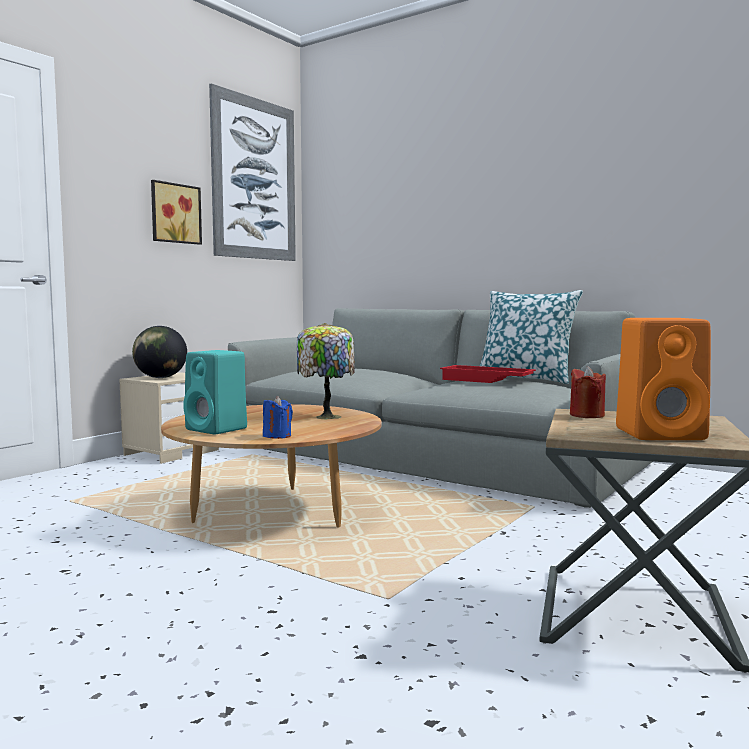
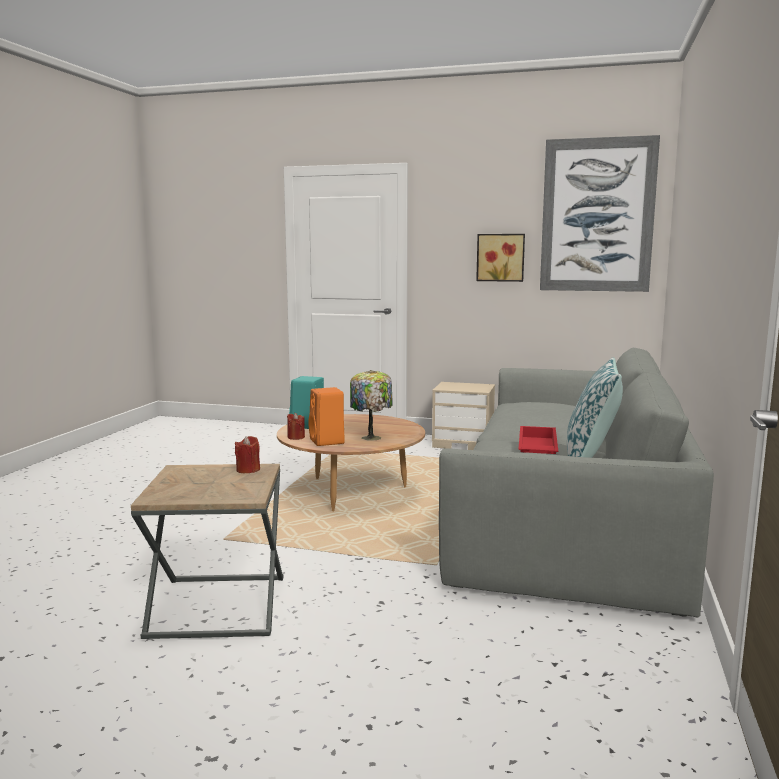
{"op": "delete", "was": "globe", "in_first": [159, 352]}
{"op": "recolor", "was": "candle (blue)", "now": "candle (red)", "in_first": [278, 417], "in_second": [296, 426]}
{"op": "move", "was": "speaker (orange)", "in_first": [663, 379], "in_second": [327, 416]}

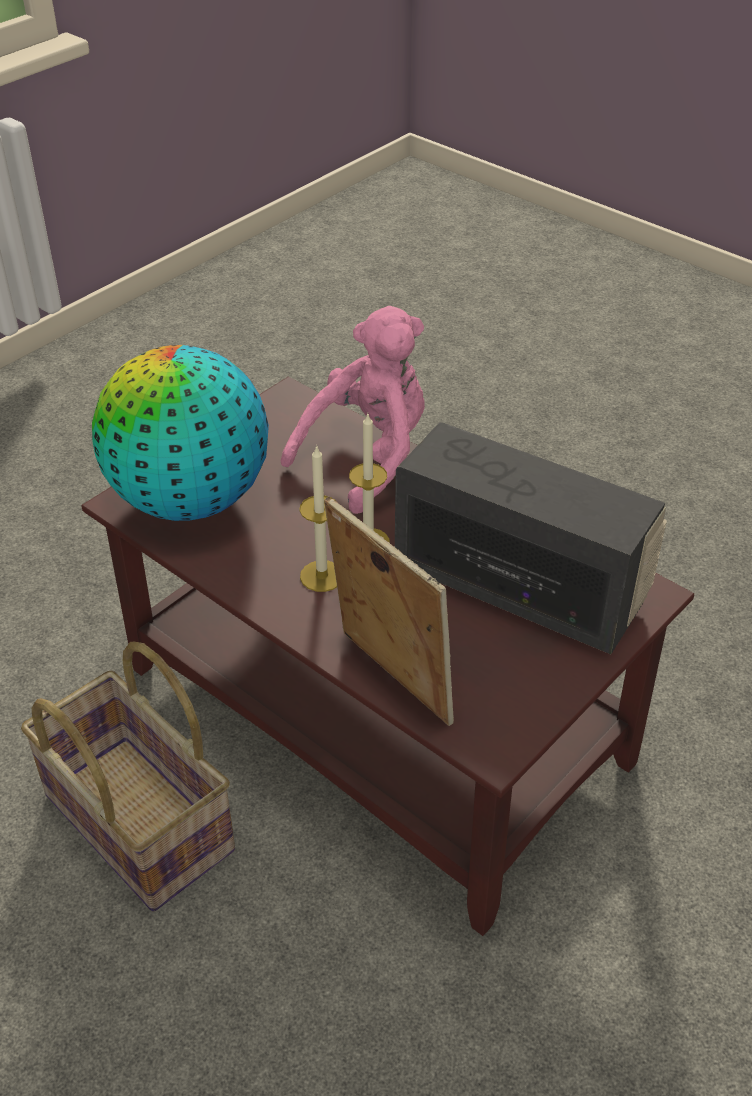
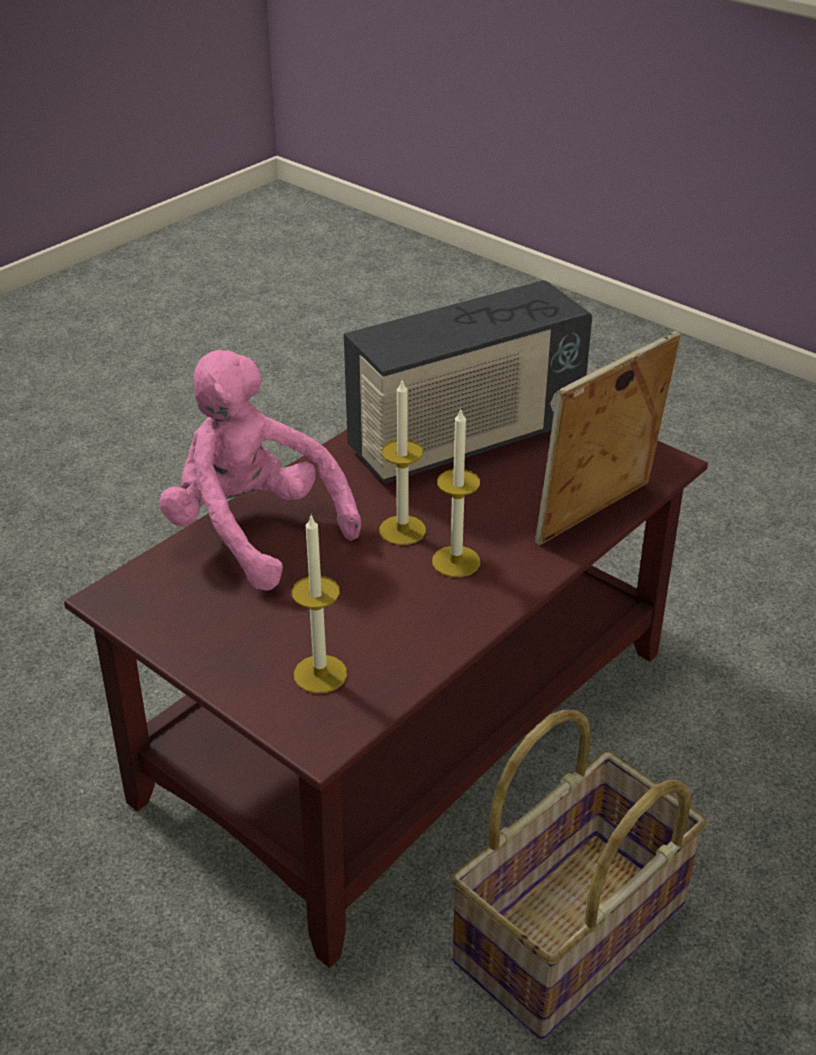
{"op": "replace", "was": "globe", "now": "candle", "in_first": [180, 433], "in_second": [319, 604]}
{"op": "rotate", "was": "radio", "in_first": [531, 538], "in_second": [468, 382], "clockwise": -150}

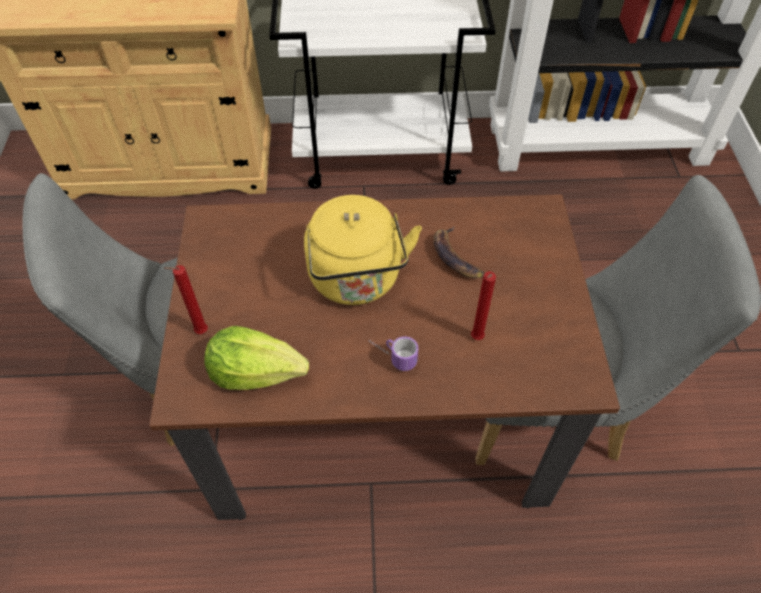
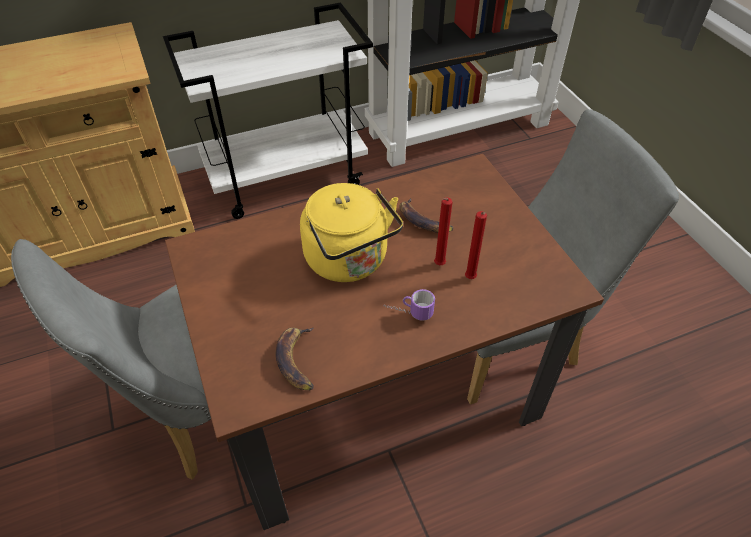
{"op": "move", "was": "candle (red)", "in_first": [186, 299], "in_second": [443, 231]}
{"op": "replace", "was": "lettuce", "now": "banana", "in_first": [256, 358], "in_second": [295, 358]}

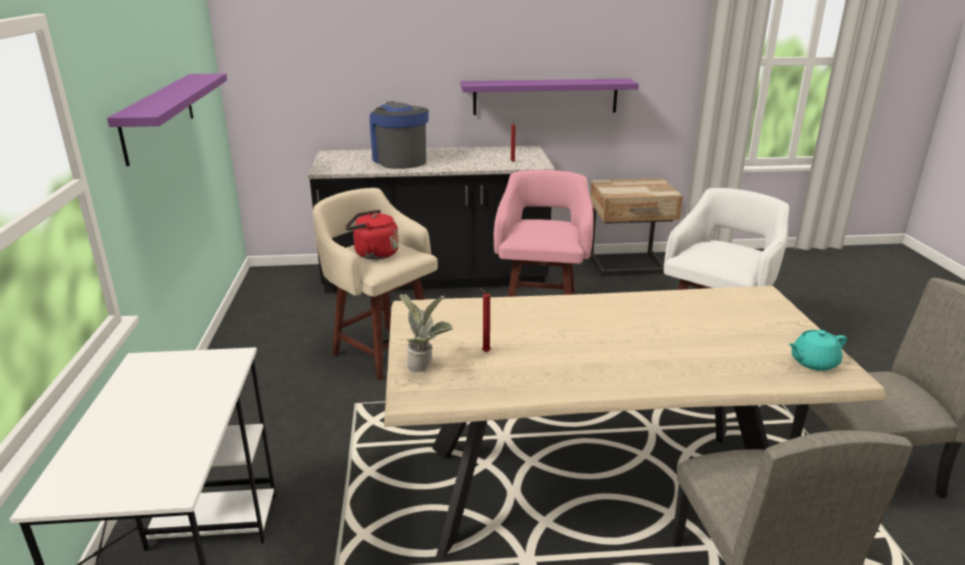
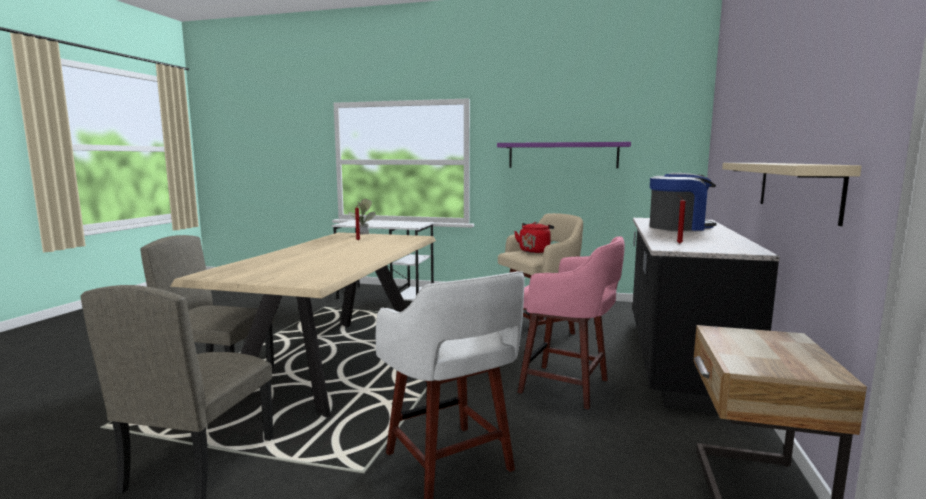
{"op": "recolor", "was": "shelf (purple)", "now": "shelf (beige)", "in_first": [550, 97], "in_second": [792, 194]}
{"op": "delete", "was": "teapot (turquoise)", "in_first": [817, 350]}

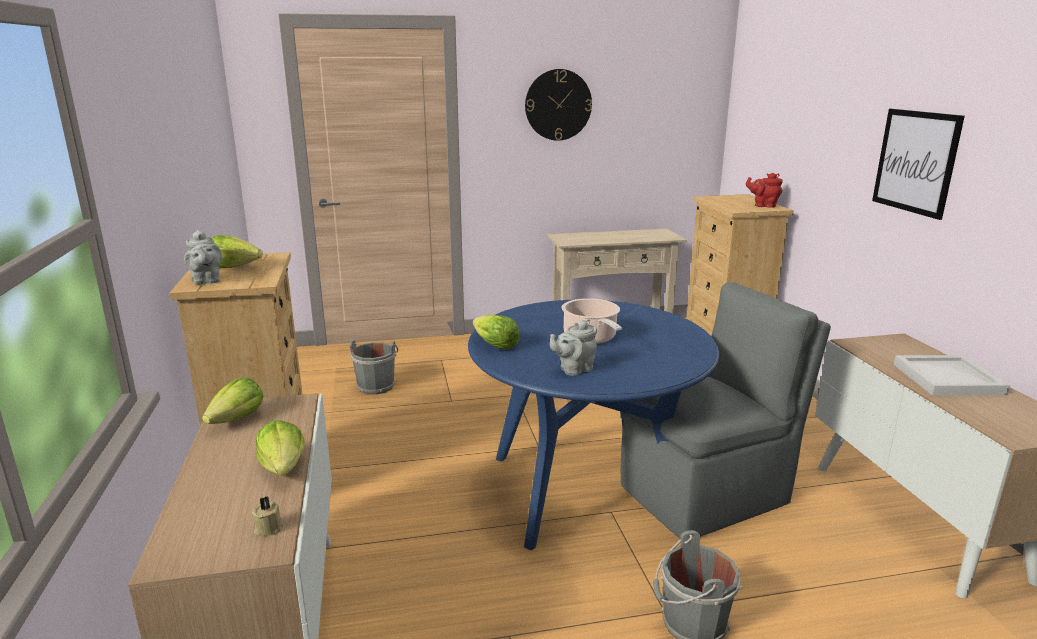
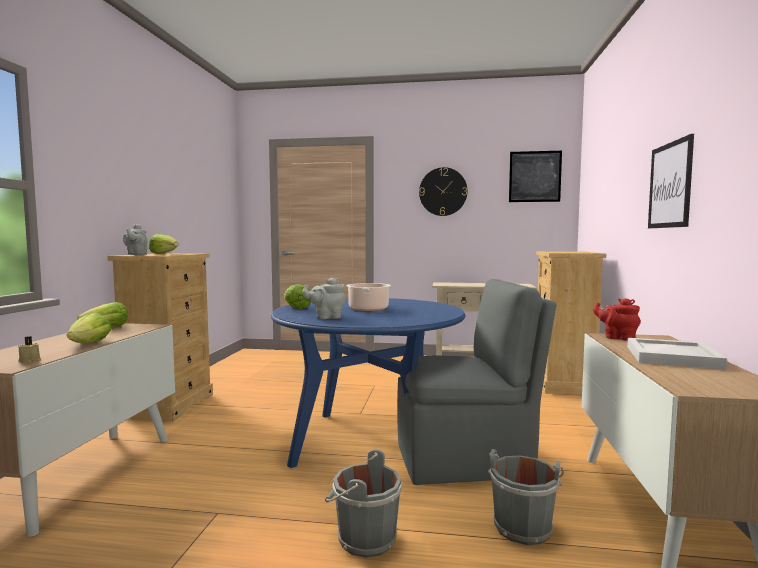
{"op": "move", "was": "bucket (grey)", "in_first": [374, 367], "in_second": [526, 497]}
{"op": "move", "was": "teapot (red)", "in_first": [764, 190], "in_second": [617, 319]}
{"op": "insert", "now": "picture", "in_second": [535, 176]}

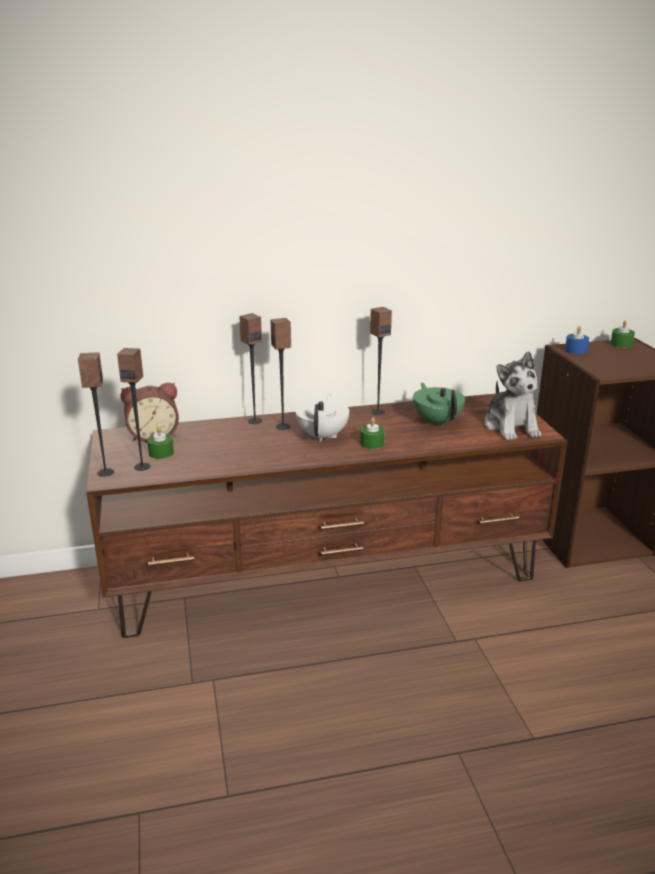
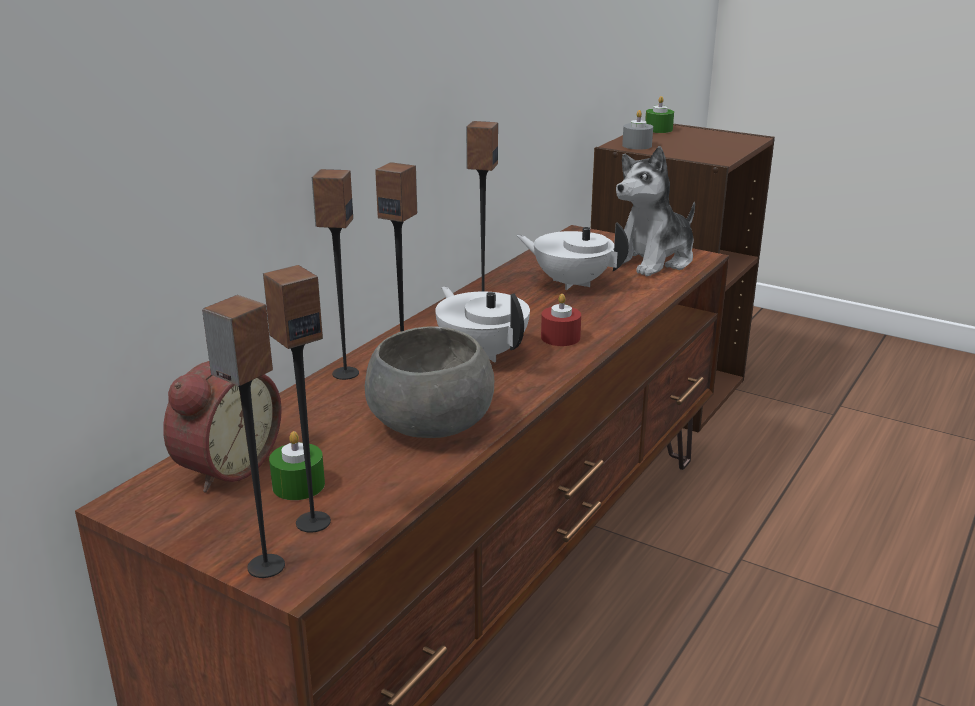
{"op": "recolor", "was": "candle (green)", "now": "candle (red)", "in_first": [372, 433], "in_second": [561, 320]}
{"op": "recolor", "was": "teapot (green)", "now": "teapot (white)", "in_first": [439, 405], "in_second": [572, 256]}
{"op": "rotate", "was": "plush toy", "in_first": [513, 395], "in_second": [655, 211], "clockwise": 105}
{"op": "recolor", "was": "candle (blue)", "now": "candle (grey)", "in_first": [577, 340], "in_second": [637, 130]}
{"op": "insert", "now": "bowl (grey)", "in_second": [429, 382]}

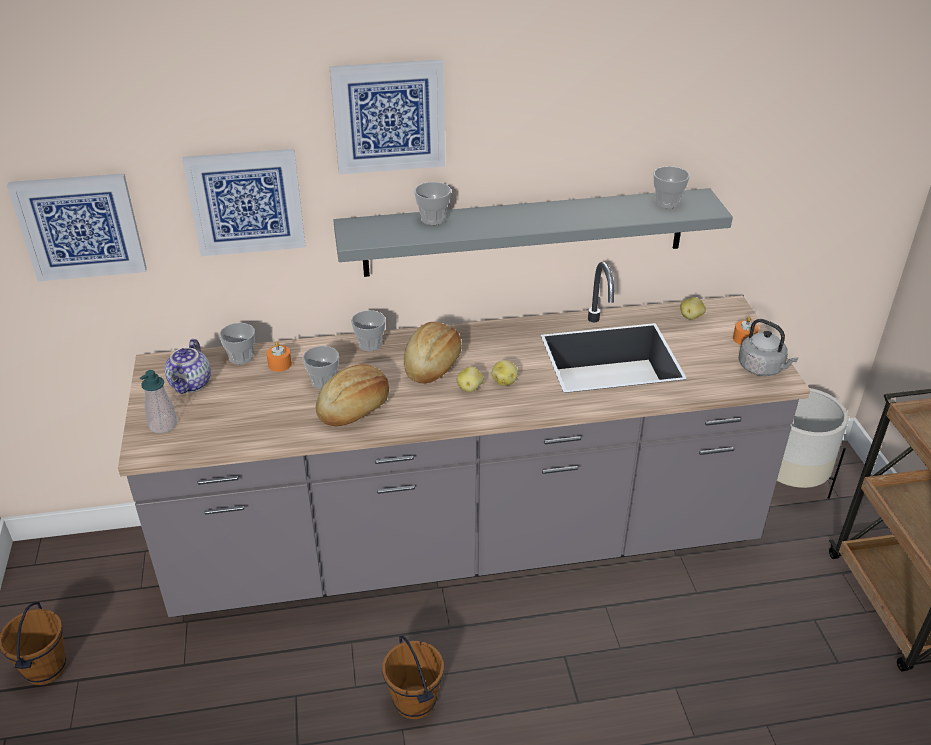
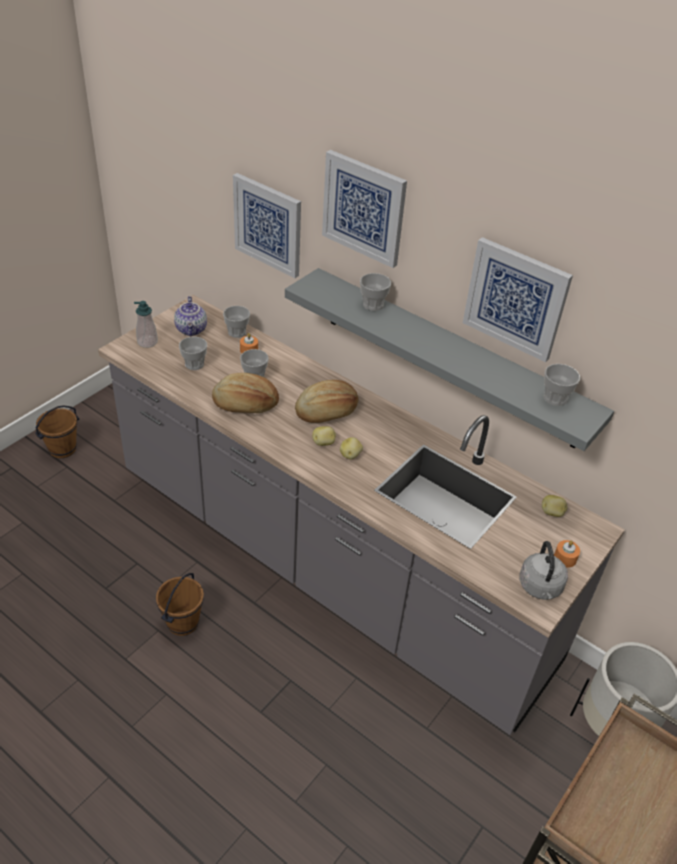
{"op": "move", "was": "picture", "in_first": [77, 227], "in_second": [518, 299]}
{"op": "rotate", "was": "teapot", "in_first": [188, 366], "in_second": [190, 316], "clockwise": -60}
{"op": "move", "was": "cup", "in_first": [368, 330], "in_second": [193, 353]}

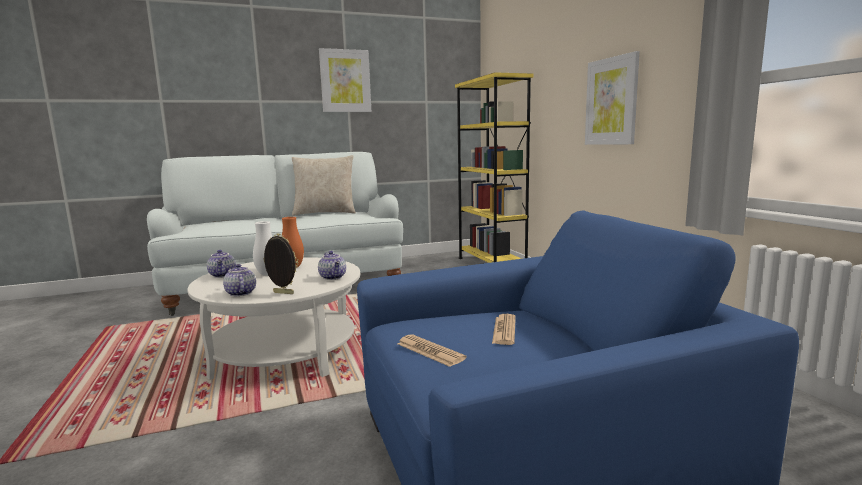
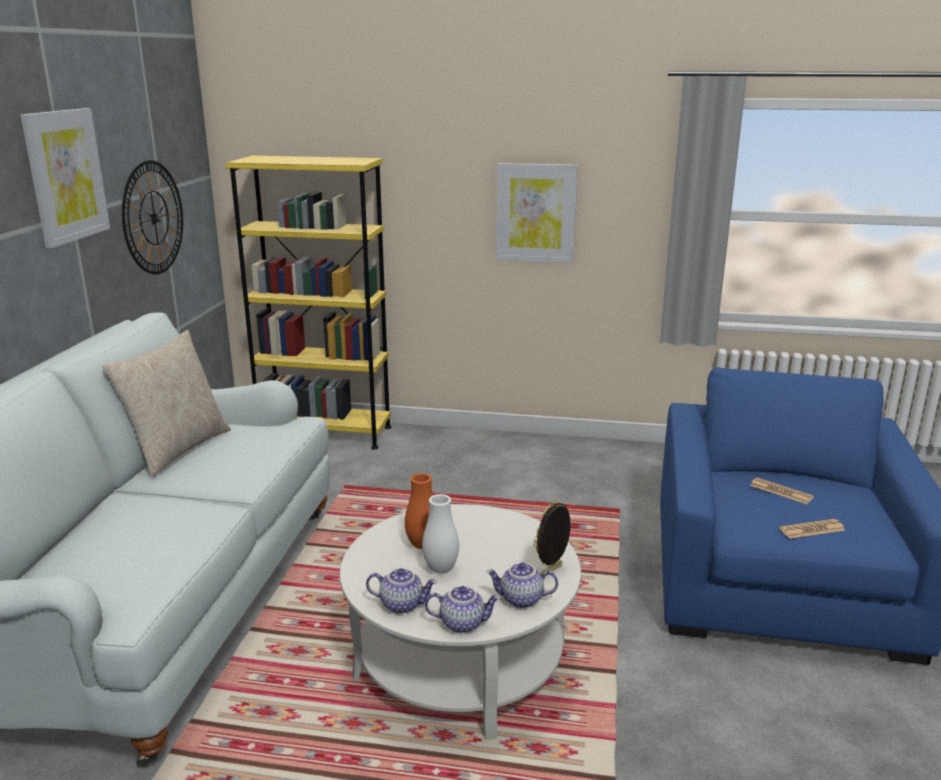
{"op": "move", "was": "teapot", "in_first": [332, 265], "in_second": [462, 609]}
{"op": "insert", "now": "wall clock", "in_second": [152, 217]}

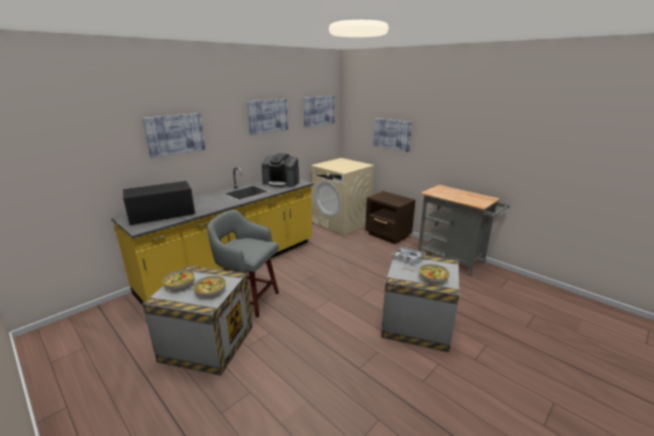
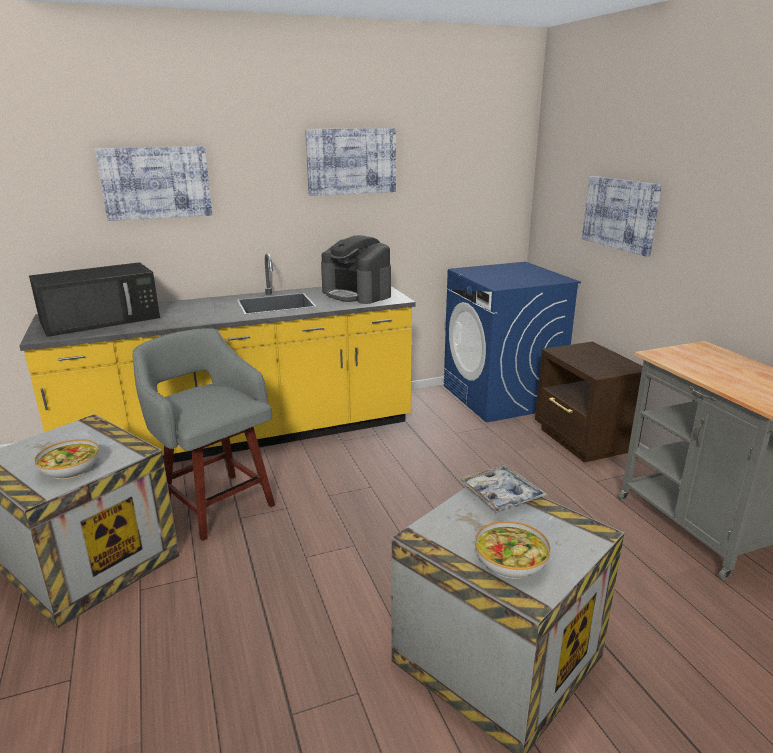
{"op": "rotate", "was": "microwave (black)", "in_first": [159, 203], "in_second": [94, 299], "clockwise": 150}
{"op": "delete", "was": "bowl", "in_first": [179, 280]}
{"op": "delete", "was": "picture", "in_first": [319, 111]}
{"op": "recolor", "was": "washing machine (beige)", "now": "washing machine (blue)", "in_first": [343, 196], "in_second": [512, 342]}

